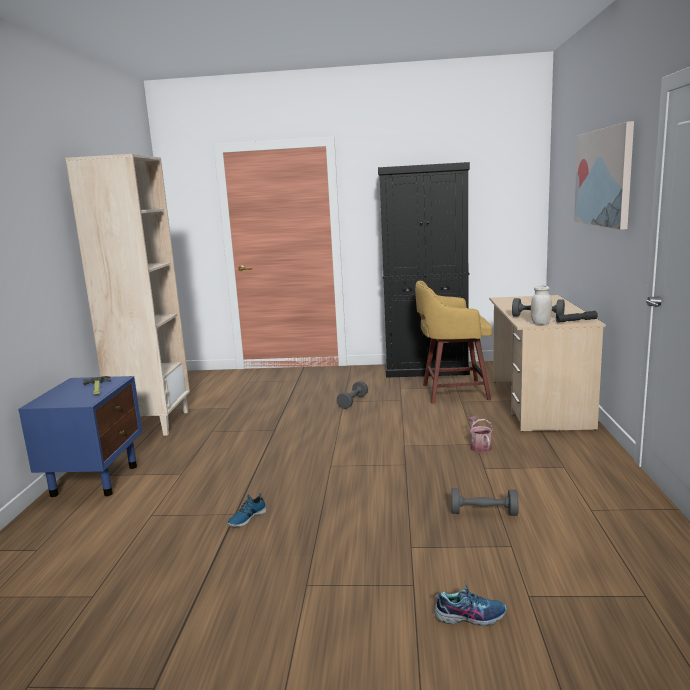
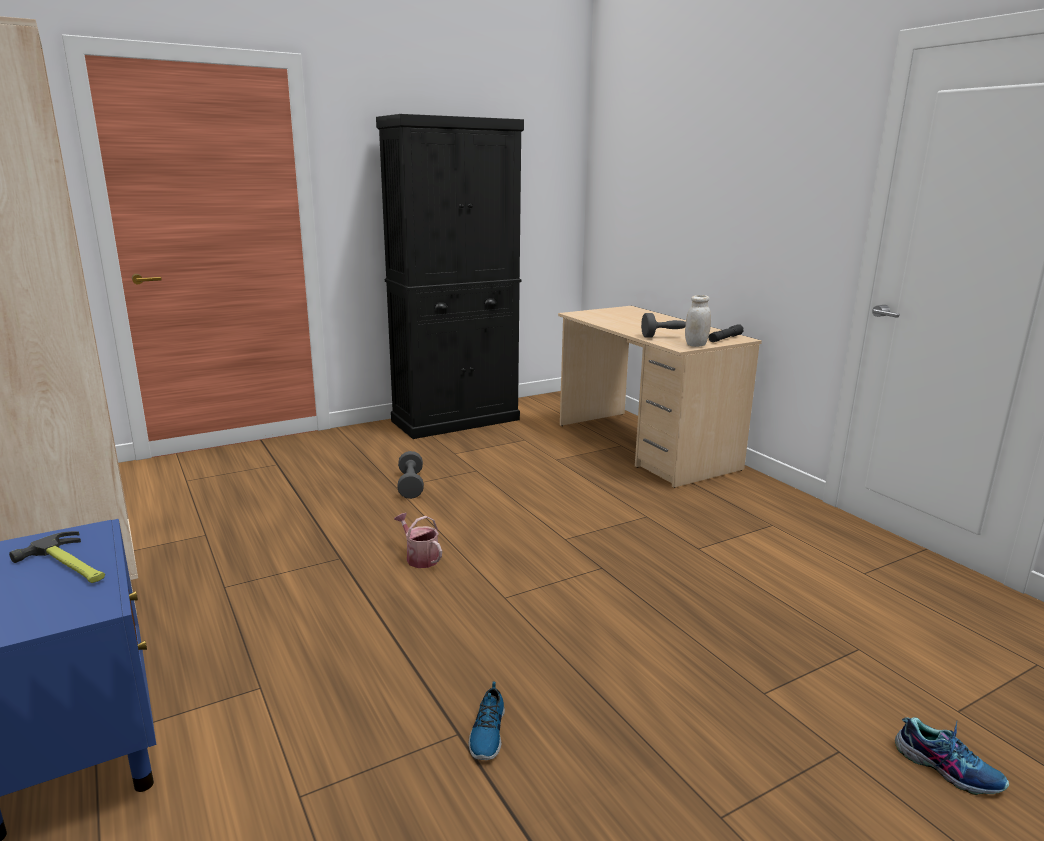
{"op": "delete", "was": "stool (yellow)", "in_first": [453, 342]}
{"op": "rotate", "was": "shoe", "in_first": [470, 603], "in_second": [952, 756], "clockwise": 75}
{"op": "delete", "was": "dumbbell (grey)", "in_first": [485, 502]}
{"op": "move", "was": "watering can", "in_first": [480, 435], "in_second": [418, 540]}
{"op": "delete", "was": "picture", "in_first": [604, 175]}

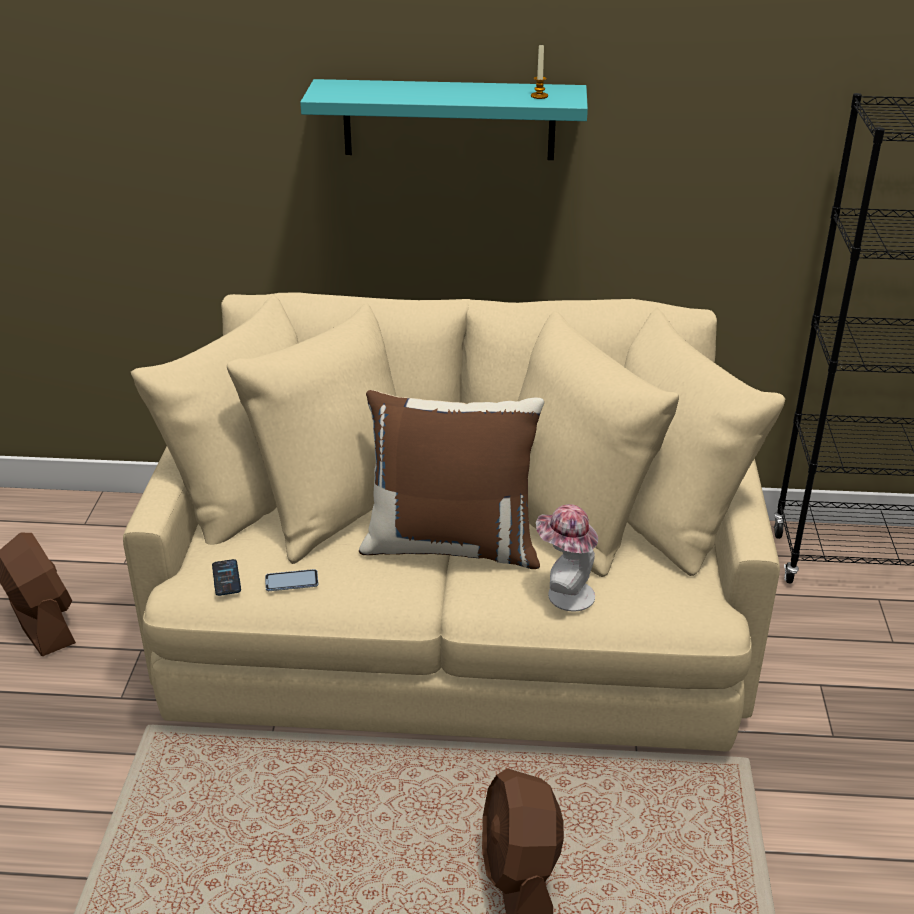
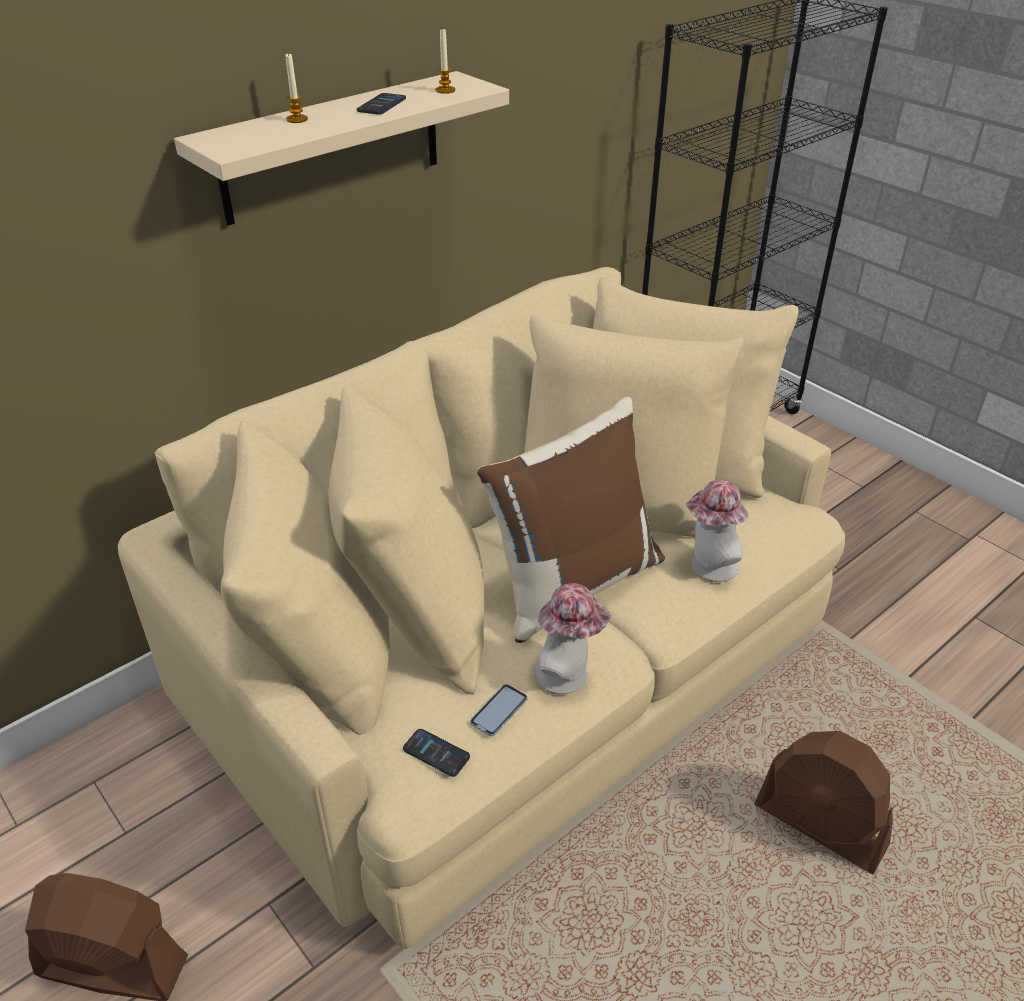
{"op": "recolor", "was": "shelf (turquoise)", "now": "shelf (beige)", "in_first": [444, 119], "in_second": [341, 148]}
{"op": "insert", "now": "candle", "in_second": [296, 88]}
{"op": "insert", "now": "phone", "in_second": [381, 104]}
{"op": "insert", "now": "hat", "in_second": [573, 639]}

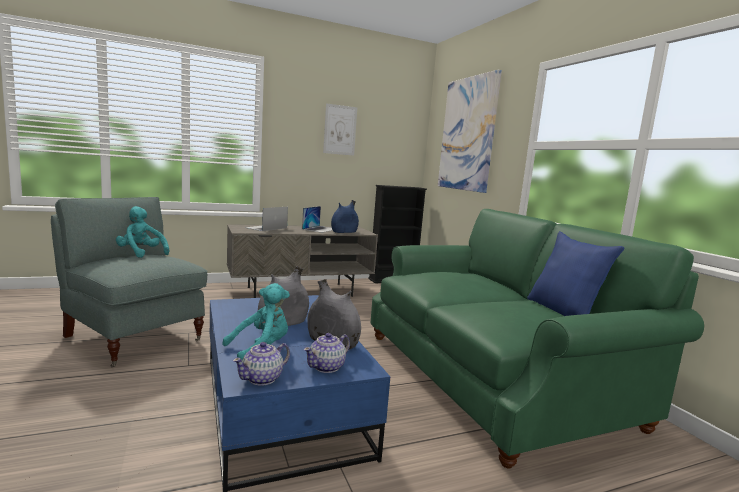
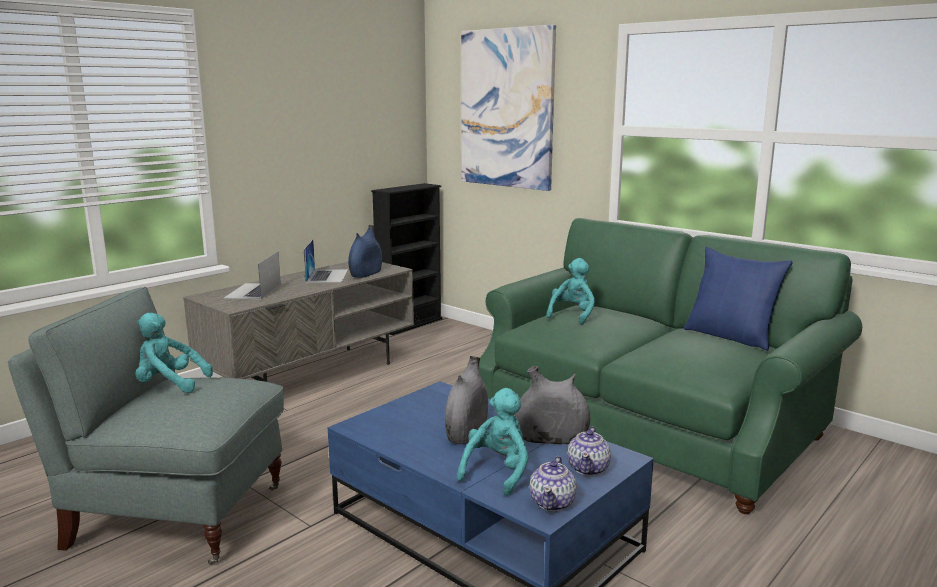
{"op": "delete", "was": "picture", "in_first": [340, 129]}
{"op": "insert", "now": "plush toy (turquoise)", "in_second": [570, 291]}

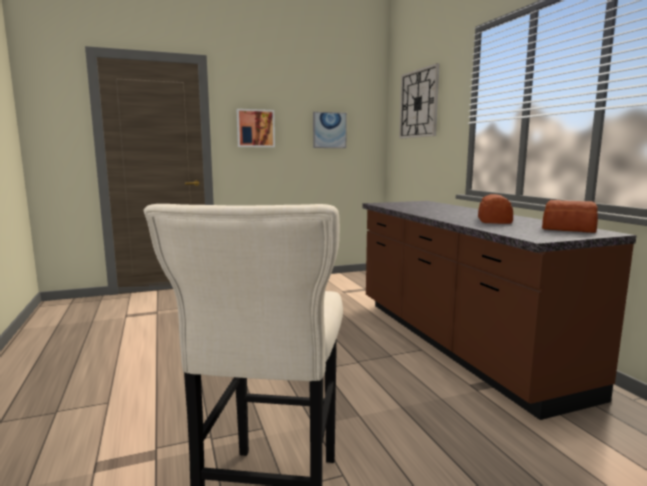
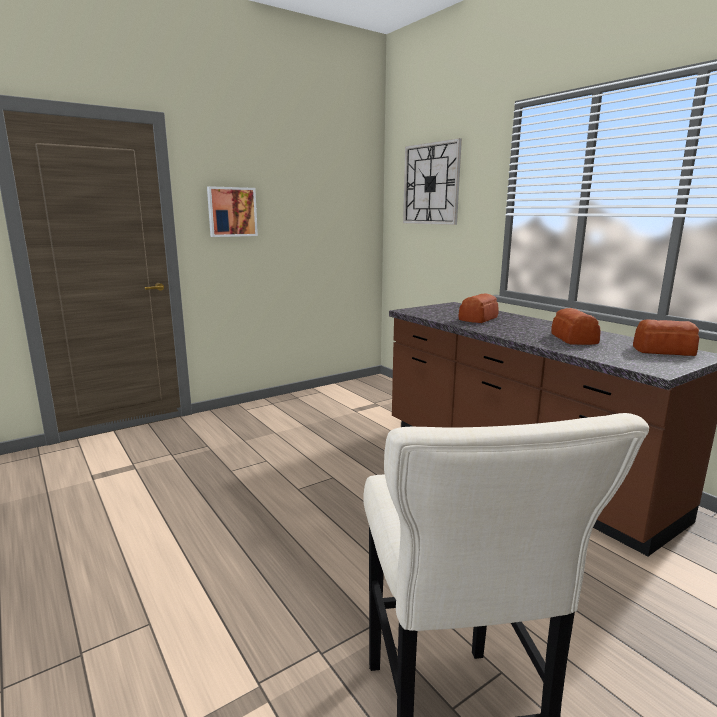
{"op": "delete", "was": "picture", "in_first": [330, 130]}
{"op": "insert", "now": "bread", "in_second": [478, 308]}

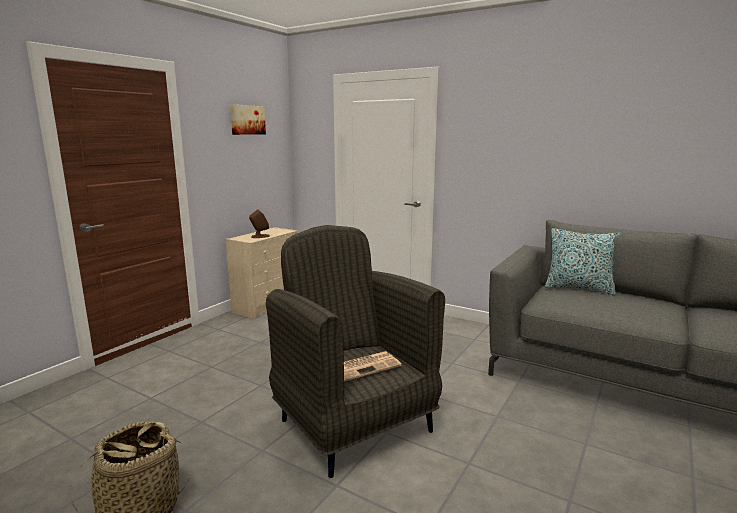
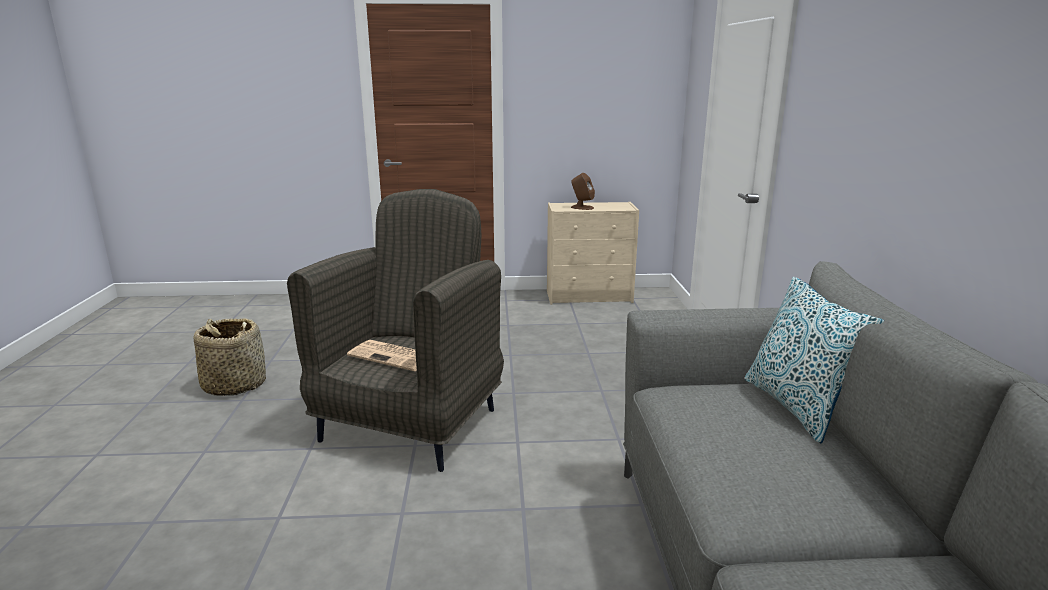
{"op": "delete", "was": "picture", "in_first": [248, 120]}

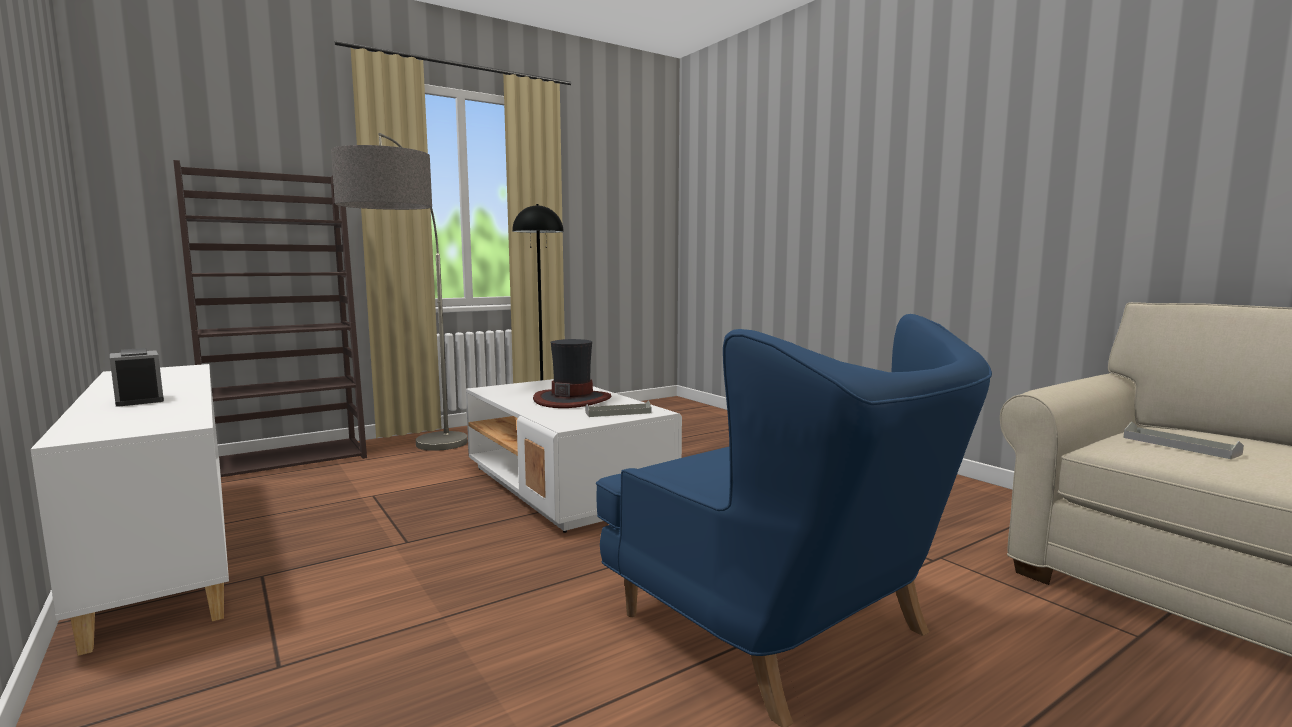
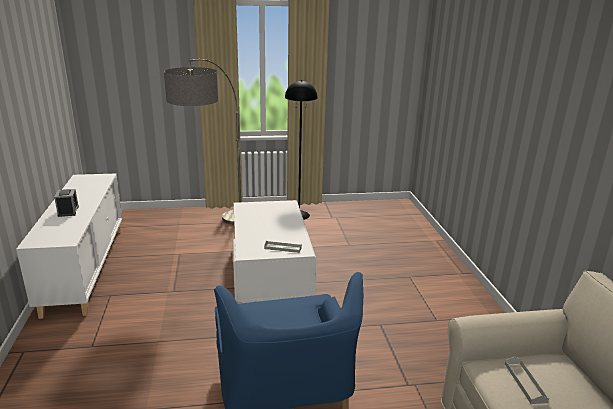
{"op": "delete", "was": "bookcase (brown)", "in_first": [270, 318]}
{"op": "delete", "was": "hat", "in_first": [572, 373]}

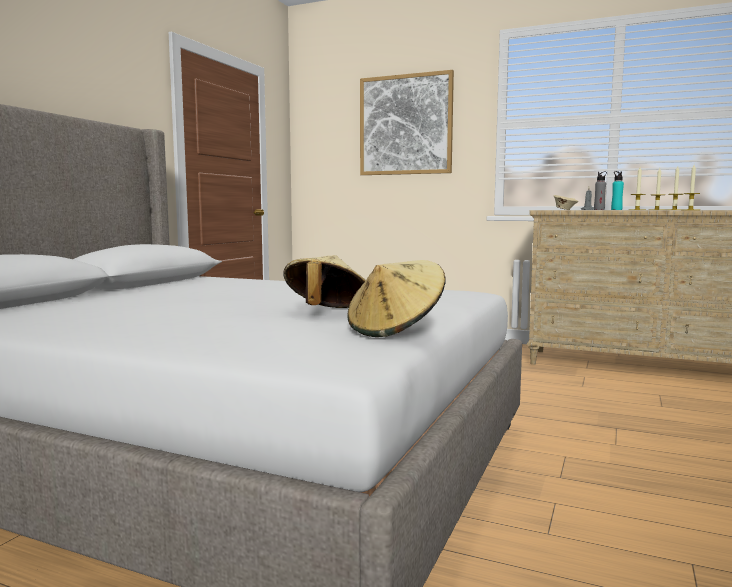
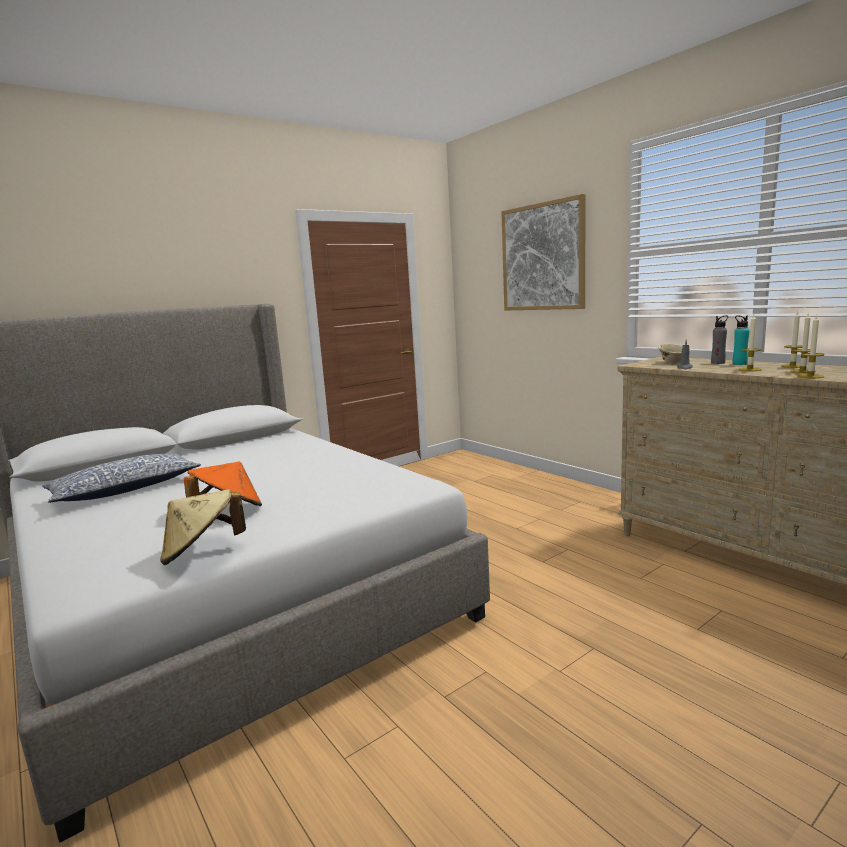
{"op": "recolor", "was": "hat (beige)", "now": "hat (orange)", "in_first": [324, 281], "in_second": [223, 484]}
{"op": "insert", "now": "pillow", "in_second": [121, 478]}

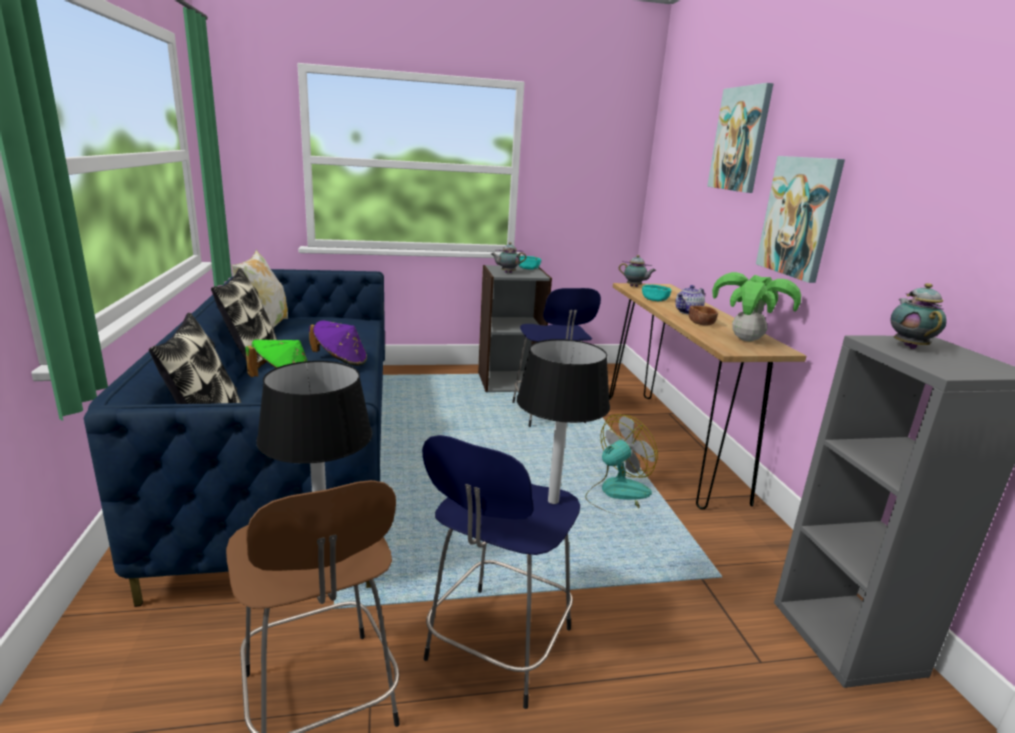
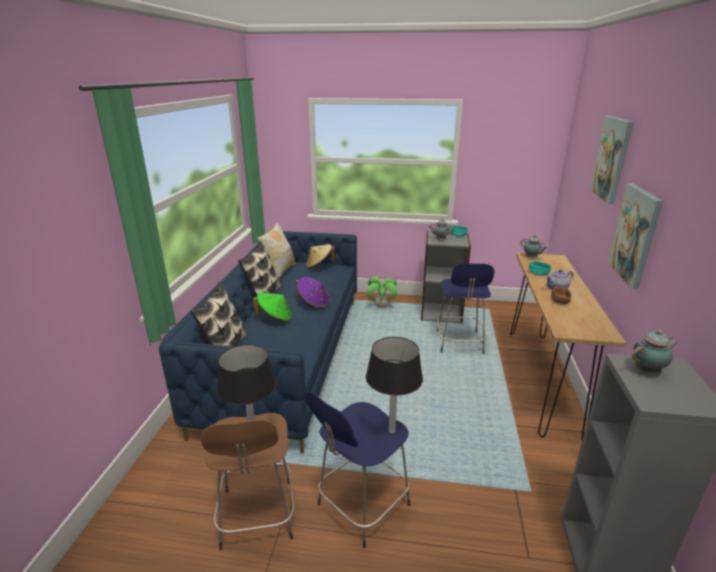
{"op": "delete", "was": "fan", "in_first": [621, 465]}
{"op": "move", "was": "potted plant", "in_first": [756, 307], "in_second": [382, 292]}
{"op": "rotate", "was": "teapot", "in_first": [918, 316], "in_second": [655, 351], "clockwise": 45}
{"op": "insert", "now": "hat (beige)", "in_second": [320, 256]}

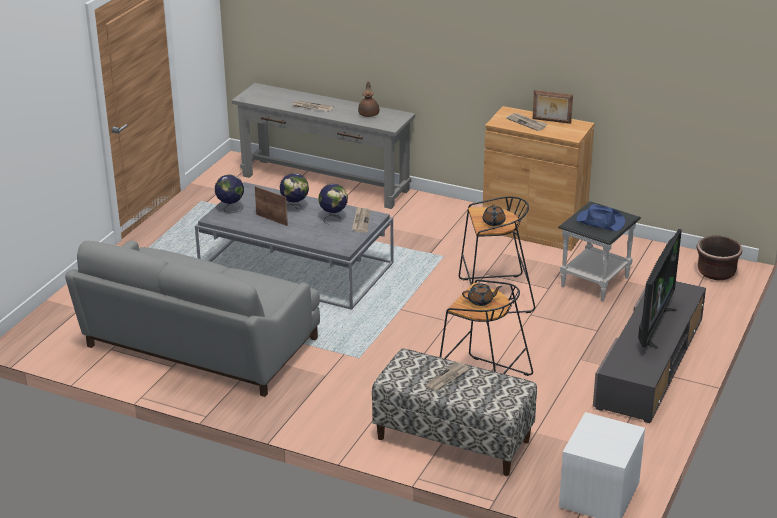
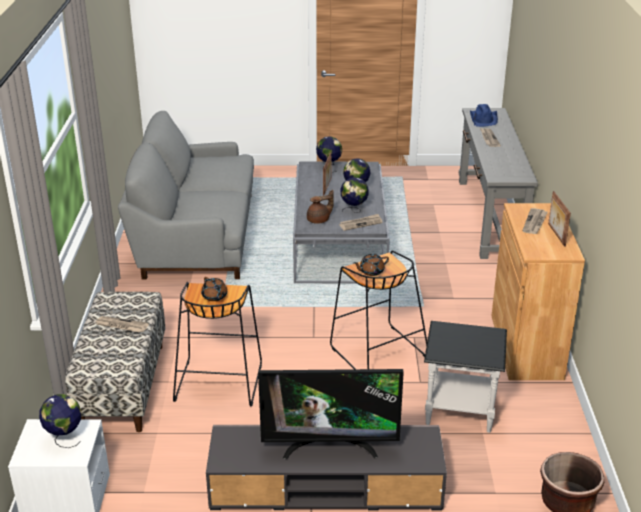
{"op": "move", "was": "teapot (brown)", "in_first": [368, 99], "in_second": [320, 207]}
{"op": "move", "was": "hat (blue)", "in_first": [601, 217], "in_second": [484, 115]}
{"op": "insert", "now": "globe", "in_second": [60, 421]}

